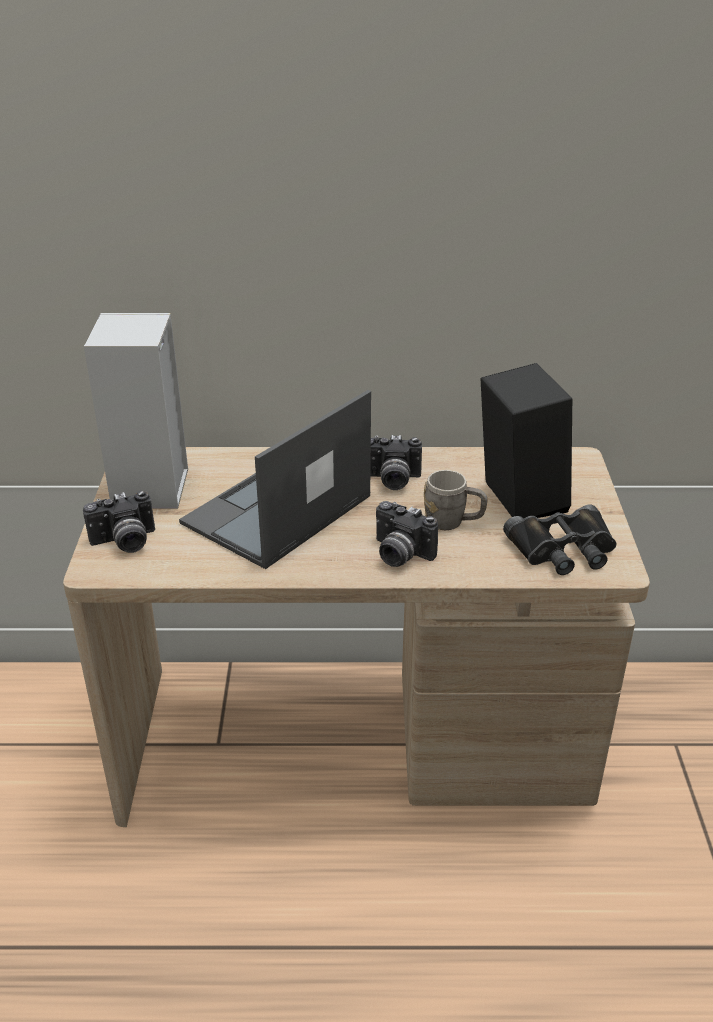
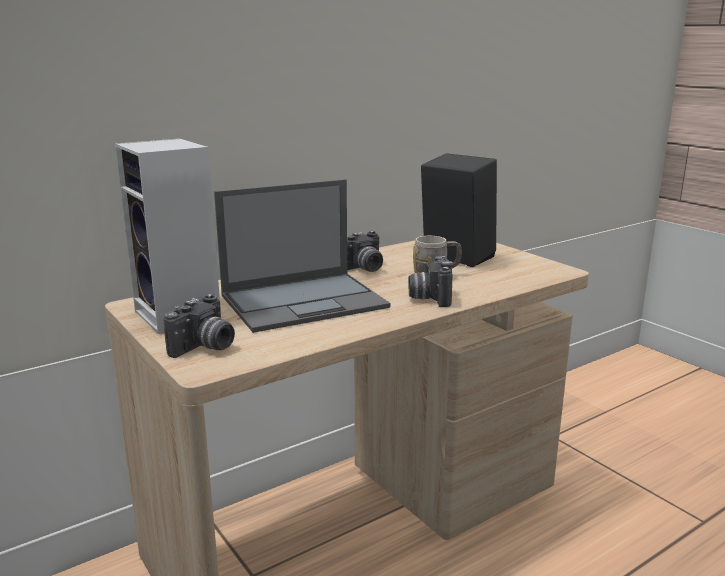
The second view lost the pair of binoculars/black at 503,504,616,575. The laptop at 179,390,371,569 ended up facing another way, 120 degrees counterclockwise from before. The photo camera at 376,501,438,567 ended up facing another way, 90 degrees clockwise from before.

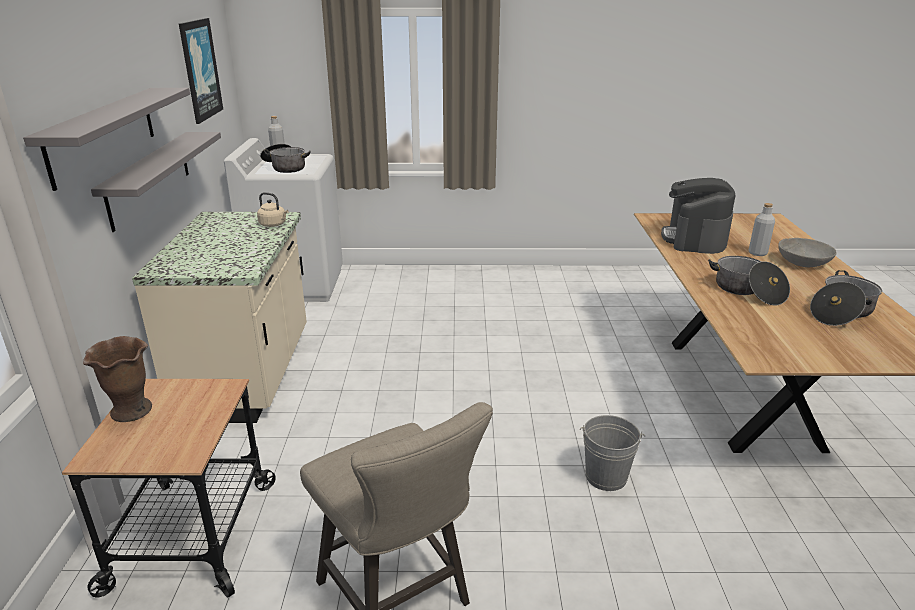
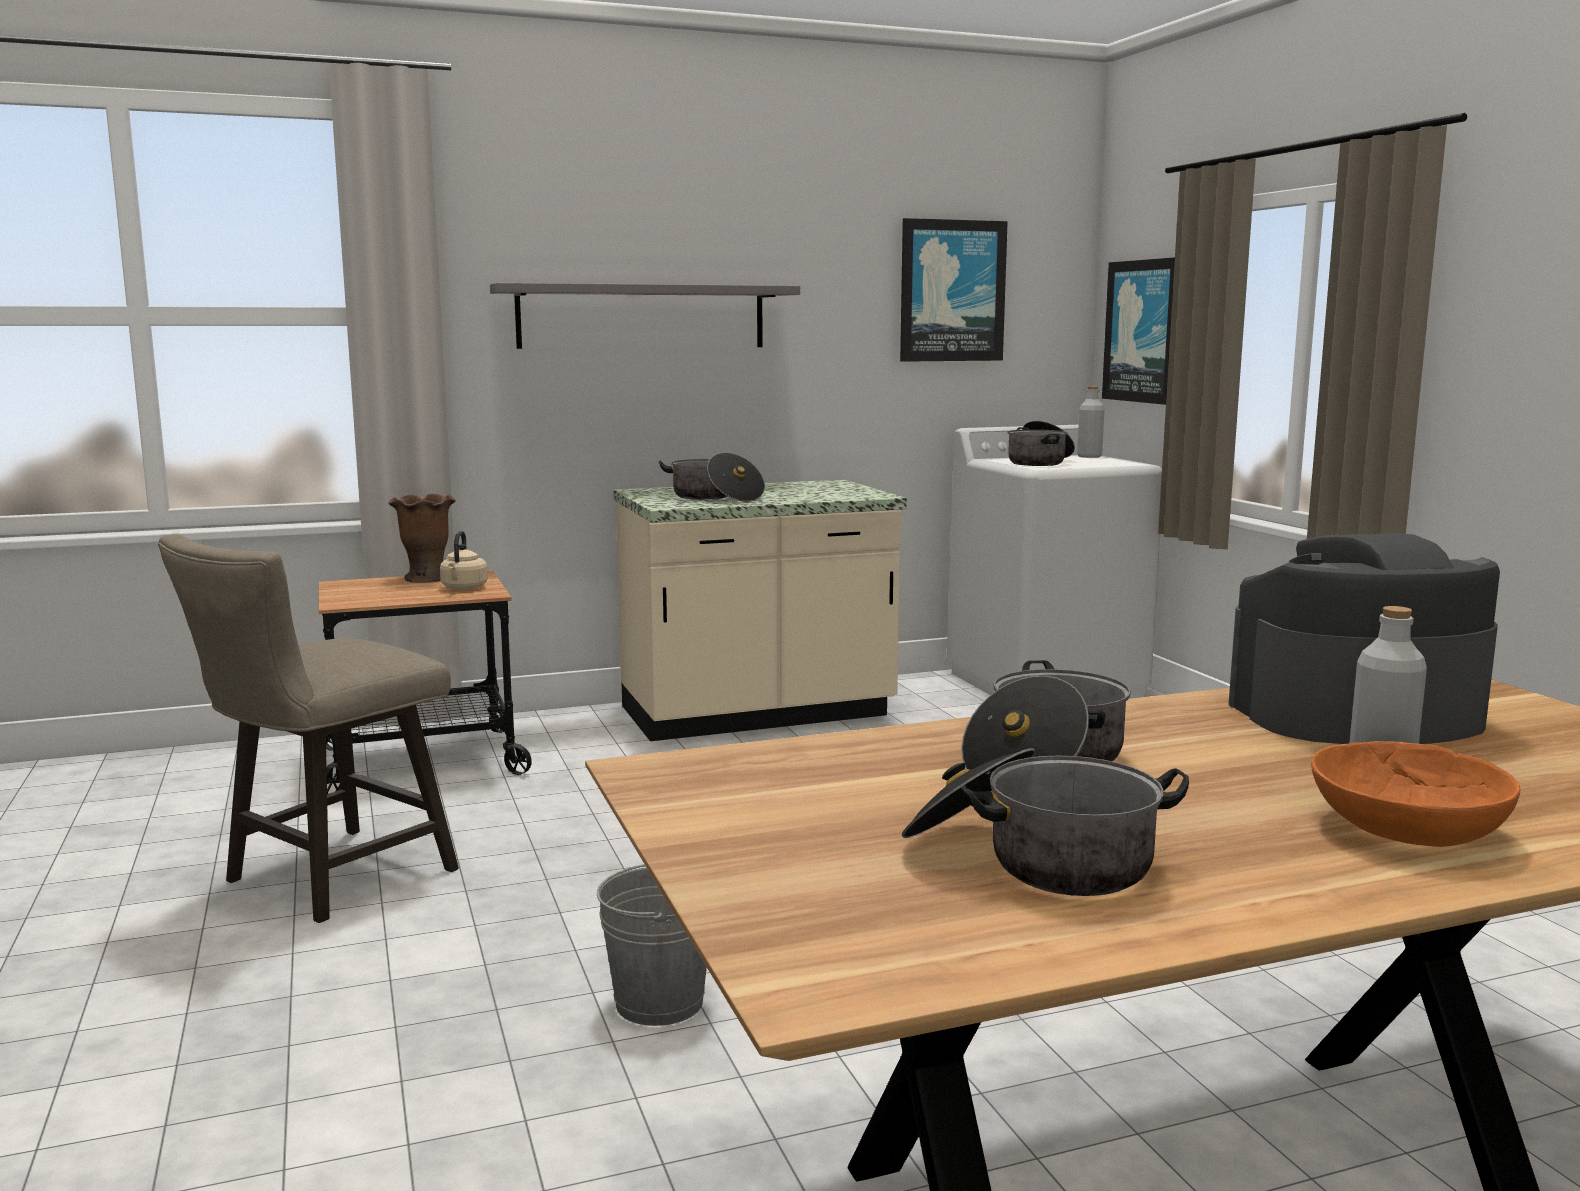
The second view lost the bracket shelf/gray at 91,132,221,232. The second view gained the stockpot at 659,453,765,502. The second view gained the wall picture at 1102,257,1175,405. The water kettle/beige-coloured ended up elsewhere, having gone from 257,192,288,227 to 440,531,488,590. What was the deep dish/gray at 778,238,837,267 turned into the deep dish/orange at 1311,741,1520,847.

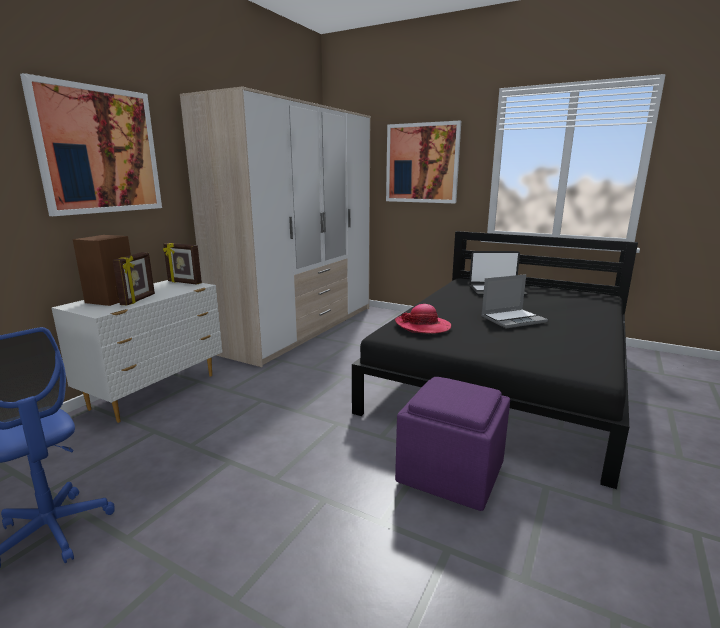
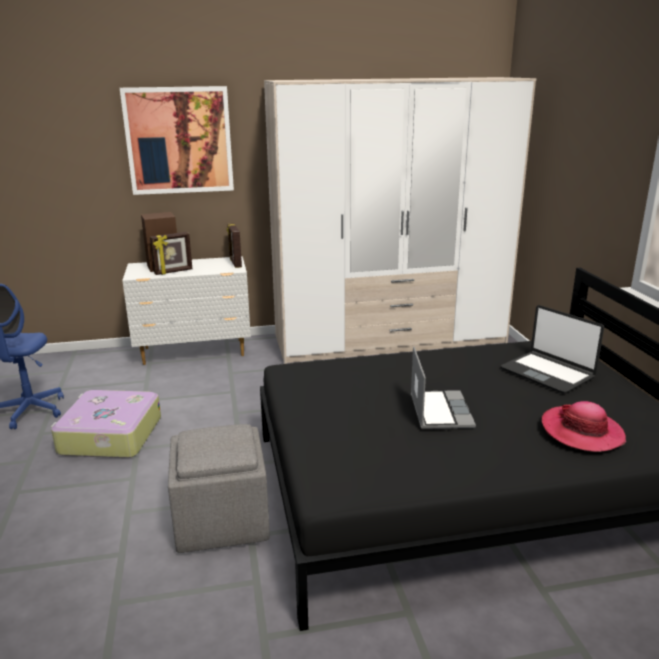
The second view lost the wall picture at 386,121,461,203. The second view gained the travel case at 51,390,161,458. The clothing hat ended up elsewhere, having gone from 395,304,451,334 to 542,401,626,452. What was the footrest/purple-coloured at 395,377,510,511 turned into the footrest/gray at 168,424,270,553. The laptop at 481,274,548,328 ended up facing another way, 120 degrees counterclockwise from before.

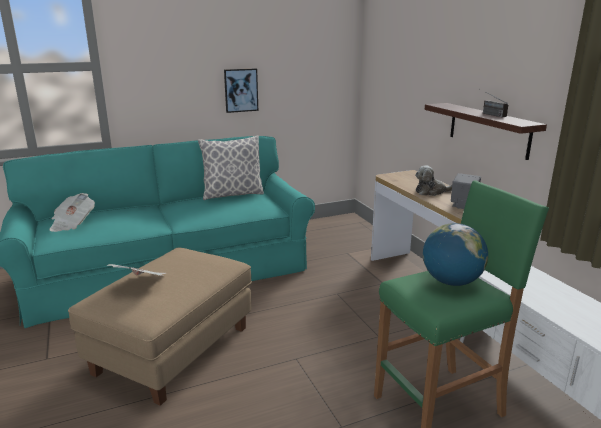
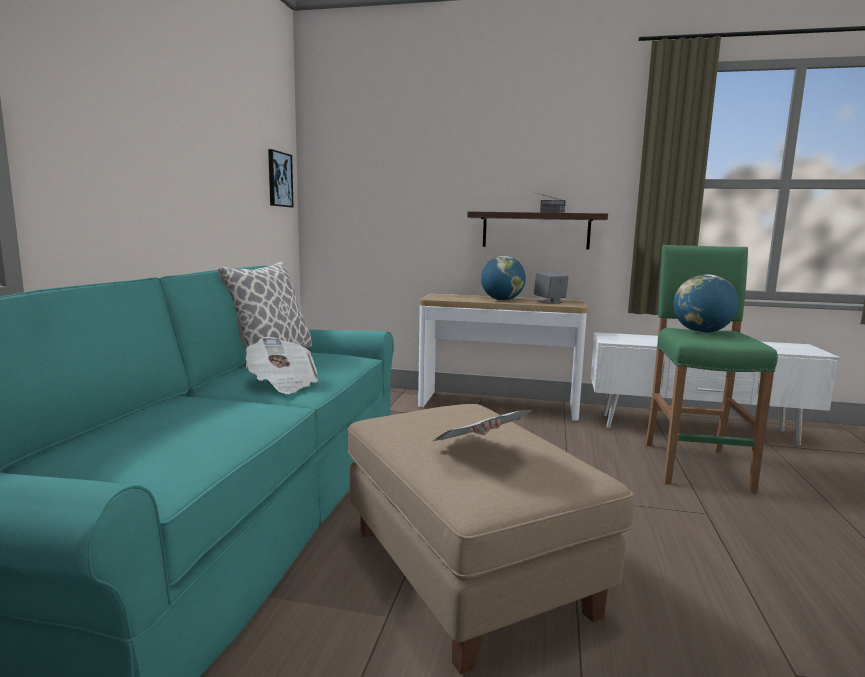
The daily paper ended up elsewhere, having gone from 49,193,95,232 to 246,337,319,394. The wall picture ended up elsewhere, having gone from 224,68,258,113 to 268,149,294,207. Where the plush toy stood at 415,165,452,196, the world globe came to stand at 481,256,526,301.

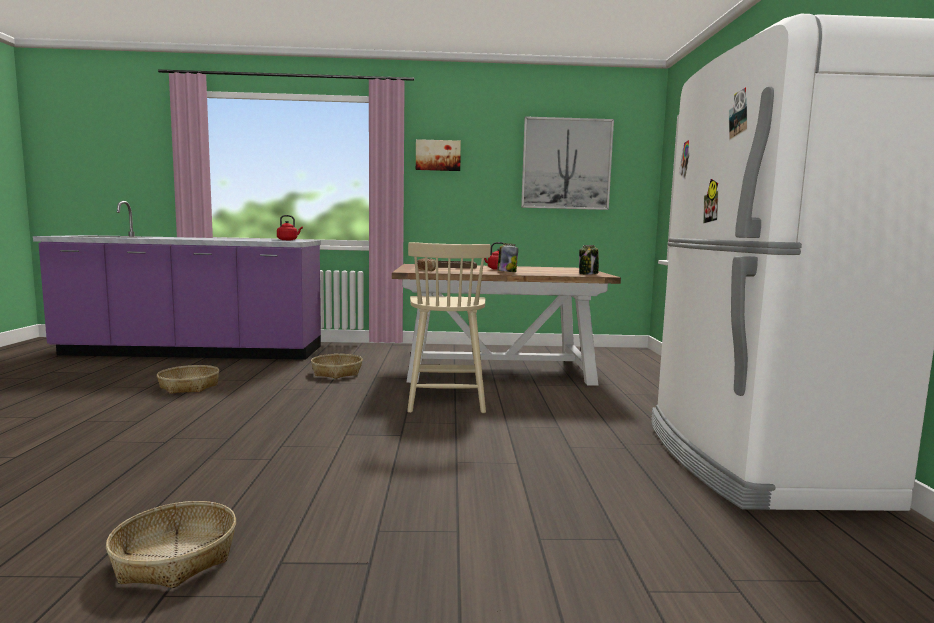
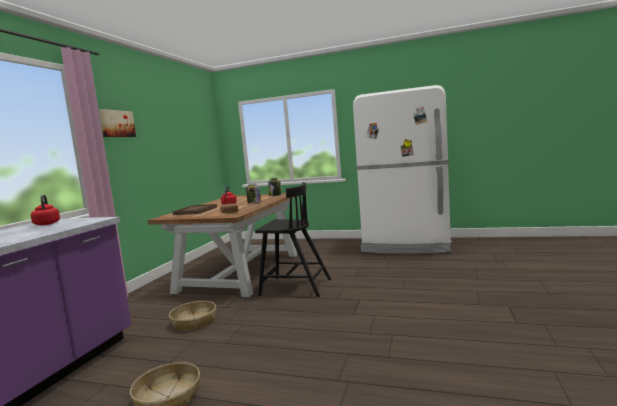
The second view lost the storage basket at 106,501,236,588. The second view lost the wall picture at 521,116,614,210. What was the upright chair/beige-coloured at 407,242,490,413 turned into the upright chair/black at 255,182,331,297.

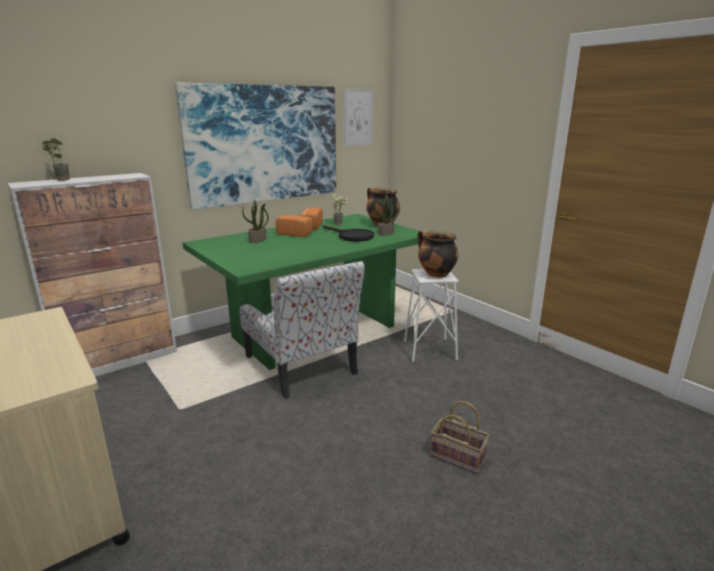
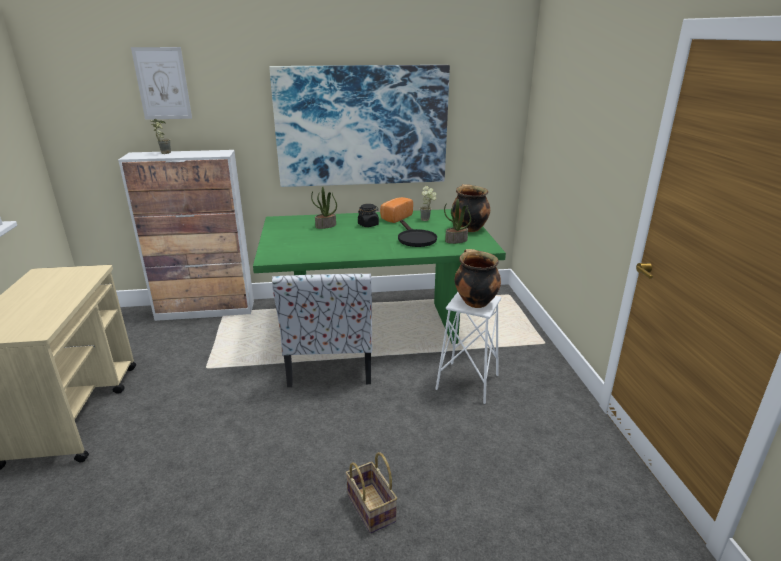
The wall picture ended up elsewhere, having gone from 344,88,374,146 to 131,47,192,120. Where the baked bread stood at 276,215,313,237, the preserve jar/black came to stand at 358,204,379,227.

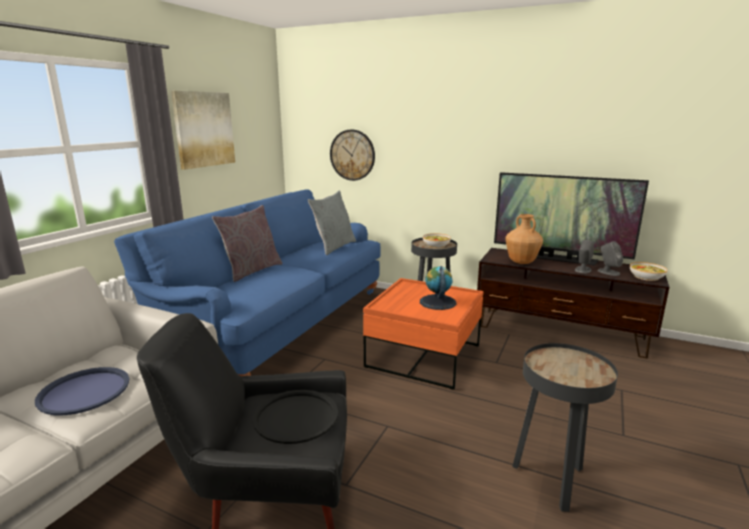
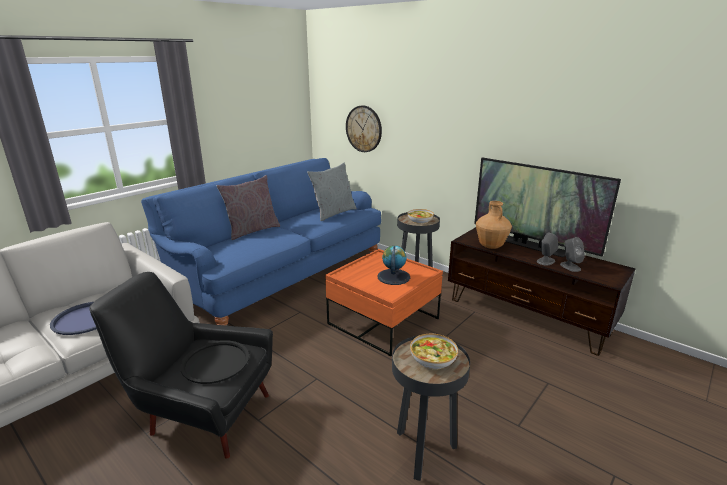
The second view lost the wall picture at 171,91,235,170. The deep dish ended up elsewhere, having gone from 630,262,667,281 to 410,334,458,370.

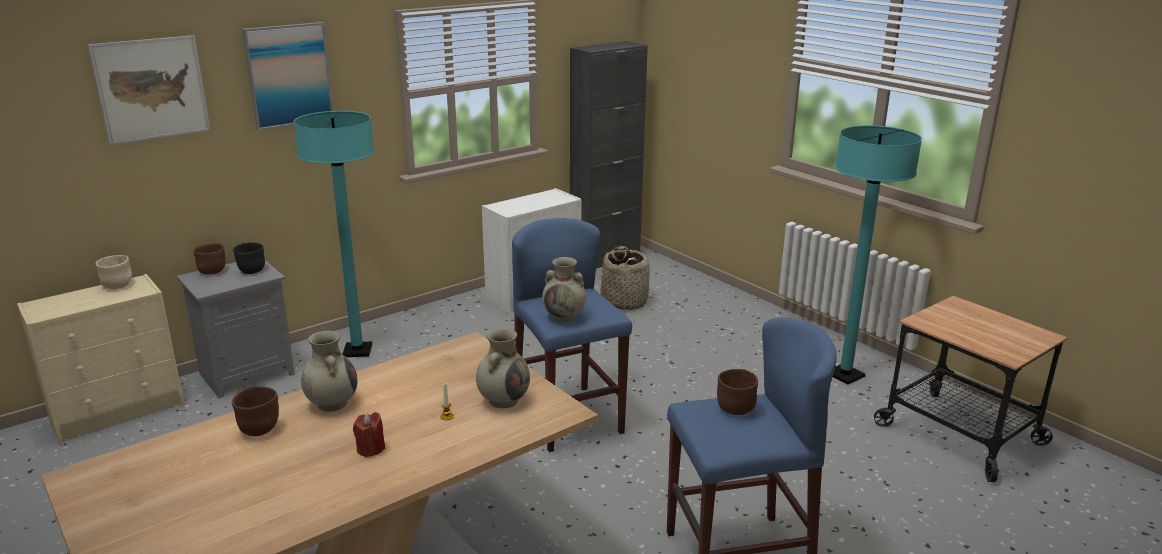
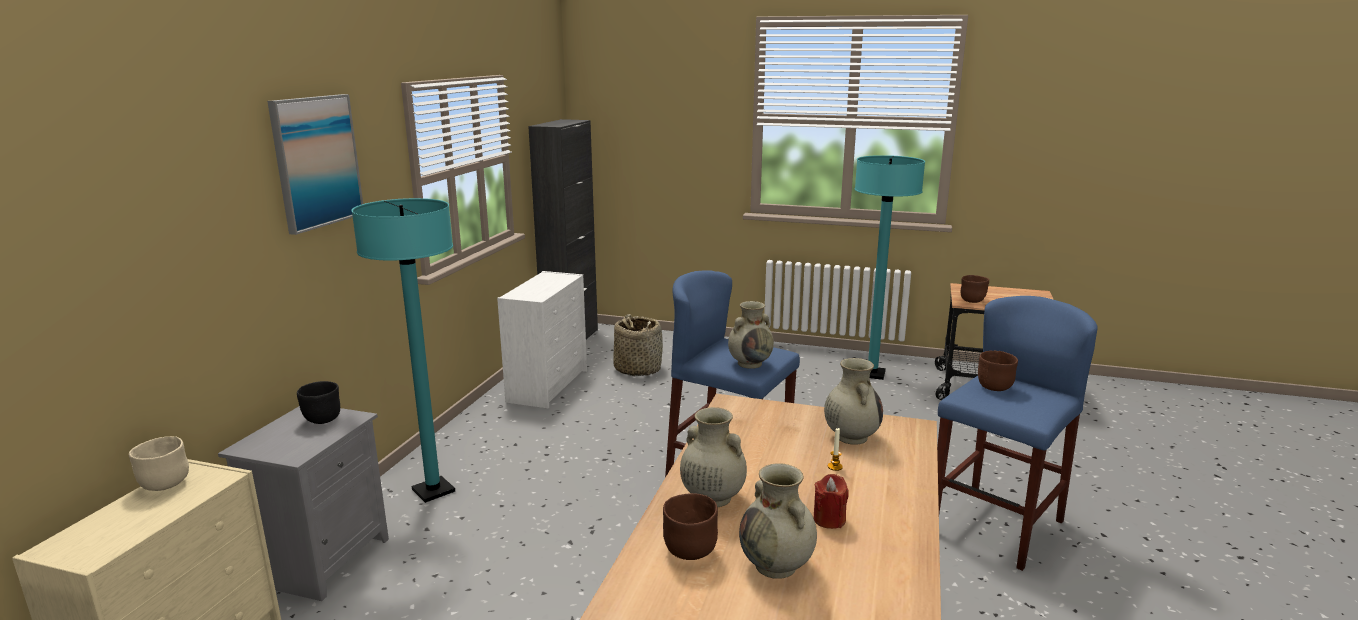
The second view lost the wall picture at 88,35,211,145. The second view gained the flower vase/beige-coloured at 739,463,817,579. The deep dish/brown-coloured ended up elsewhere, having gone from 193,243,226,274 to 961,275,989,303.

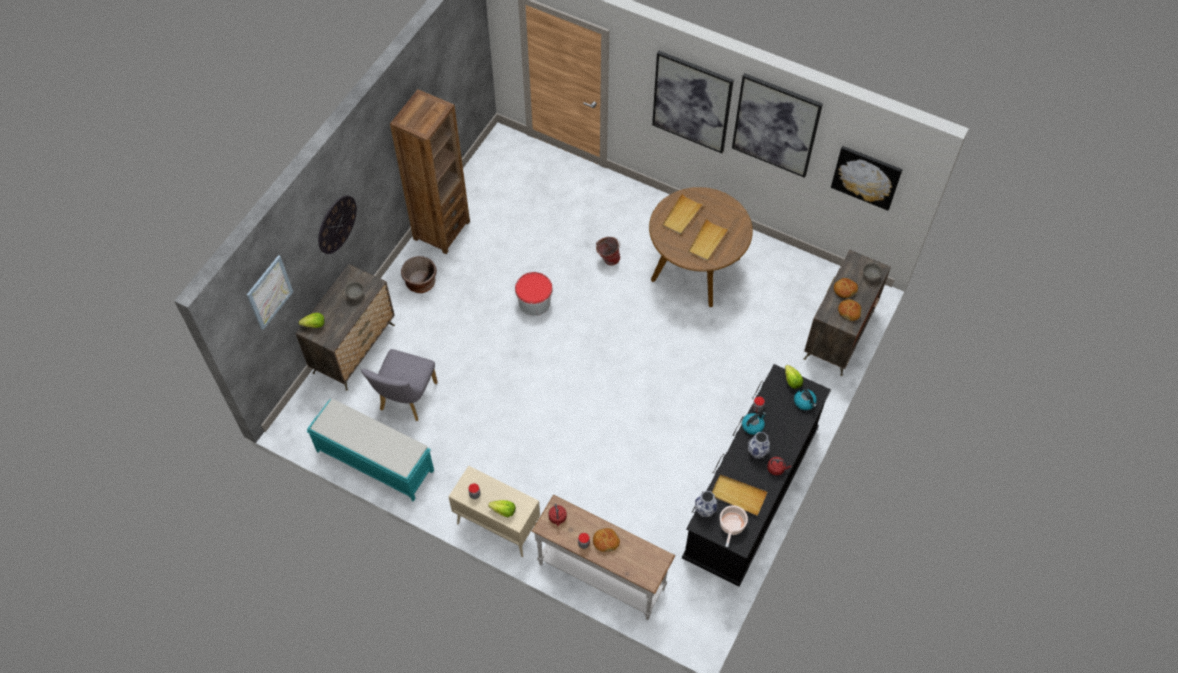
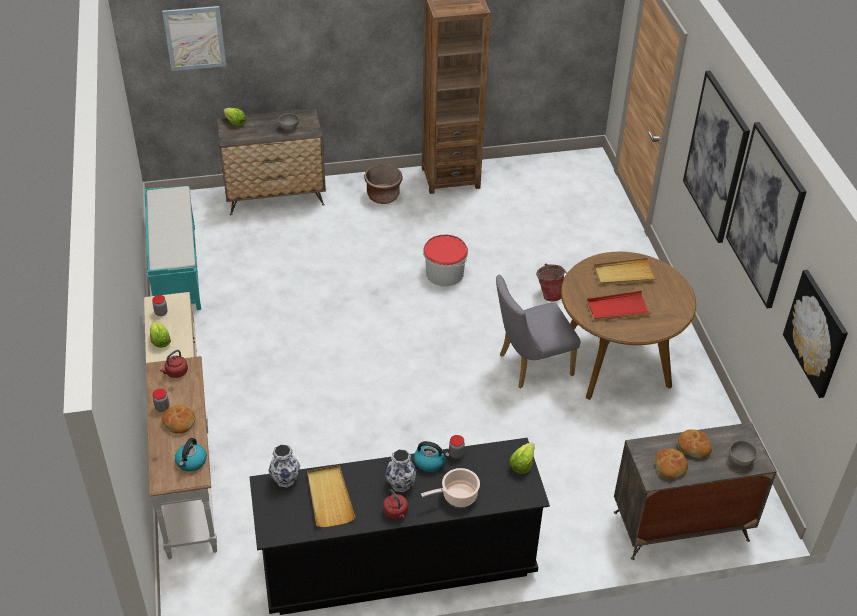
The second view lost the wall clock at 318,195,357,254. The upright chair/gray ended up elsewhere, having gone from 361,349,438,421 to 496,275,580,389. The stockpot ended up elsewhere, having gone from 720,505,748,547 to 421,468,480,507. The water kettle ended up elsewhere, having gone from 794,387,817,410 to 175,438,207,472. What was the serving tray/beige-coloured at 688,219,729,261 turned into the serving tray/reddish at 587,290,652,321.

